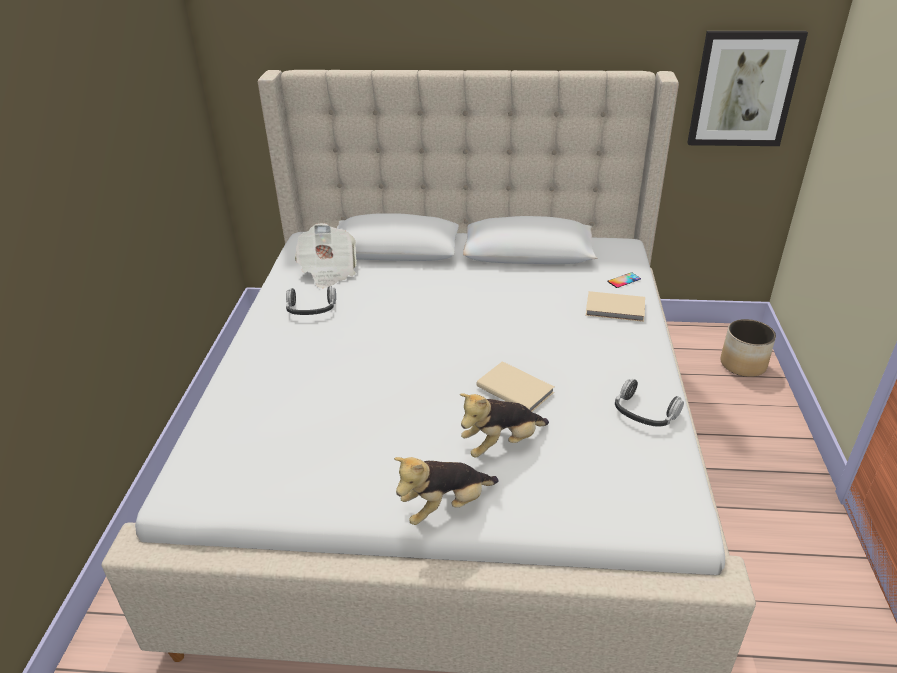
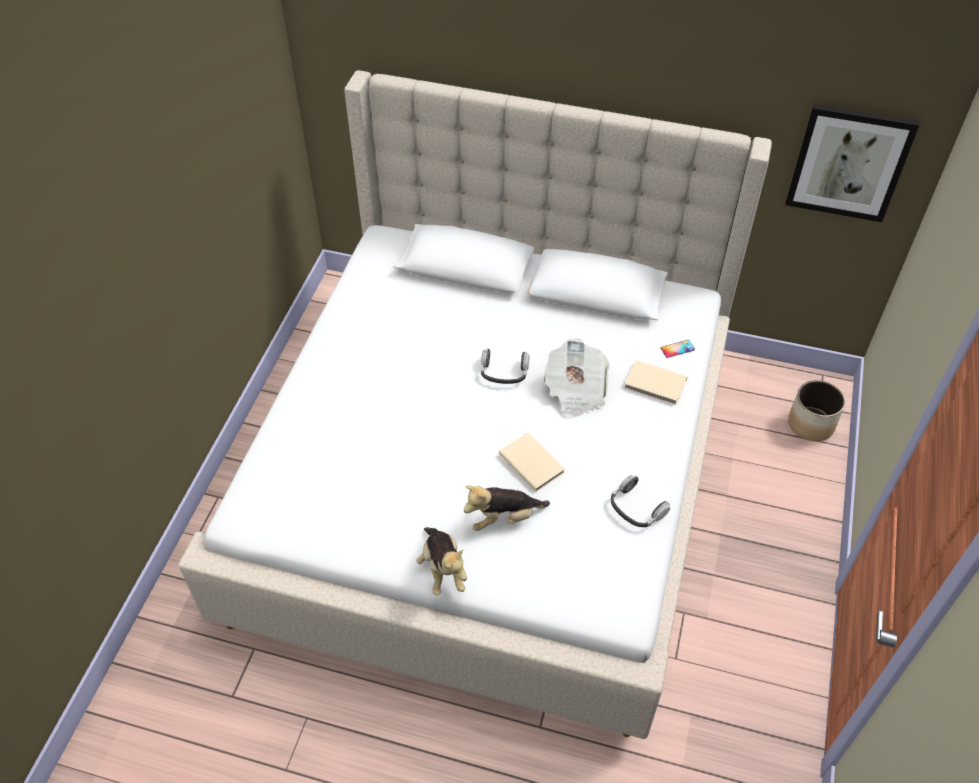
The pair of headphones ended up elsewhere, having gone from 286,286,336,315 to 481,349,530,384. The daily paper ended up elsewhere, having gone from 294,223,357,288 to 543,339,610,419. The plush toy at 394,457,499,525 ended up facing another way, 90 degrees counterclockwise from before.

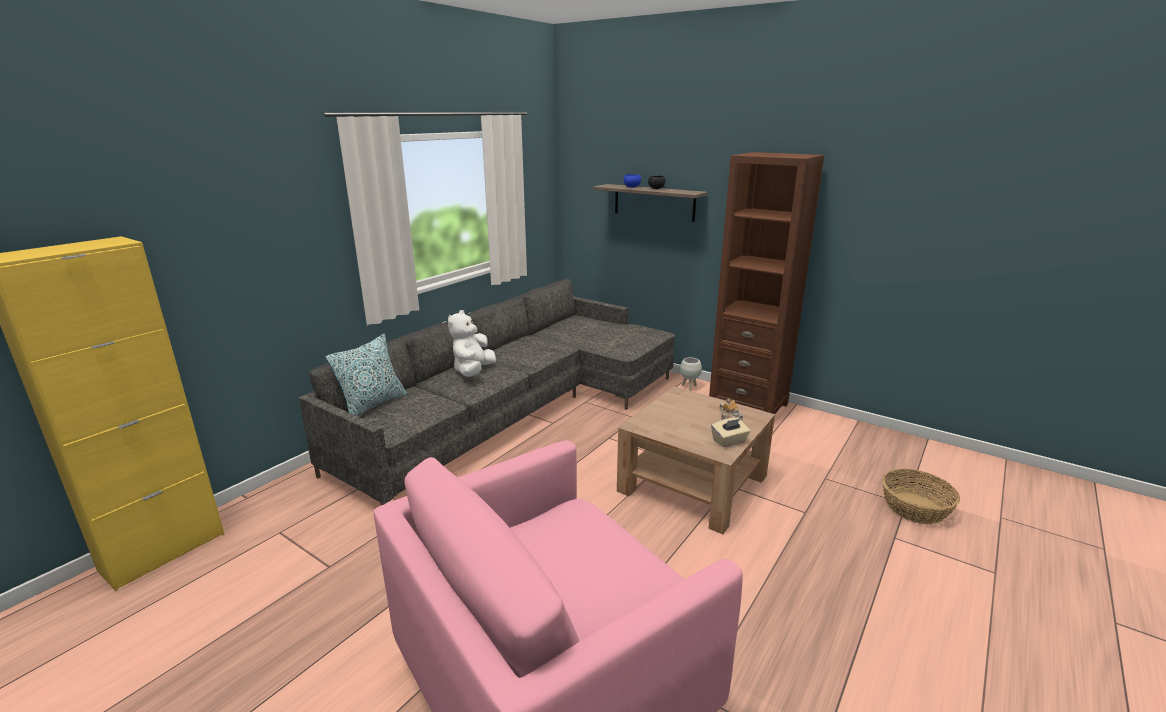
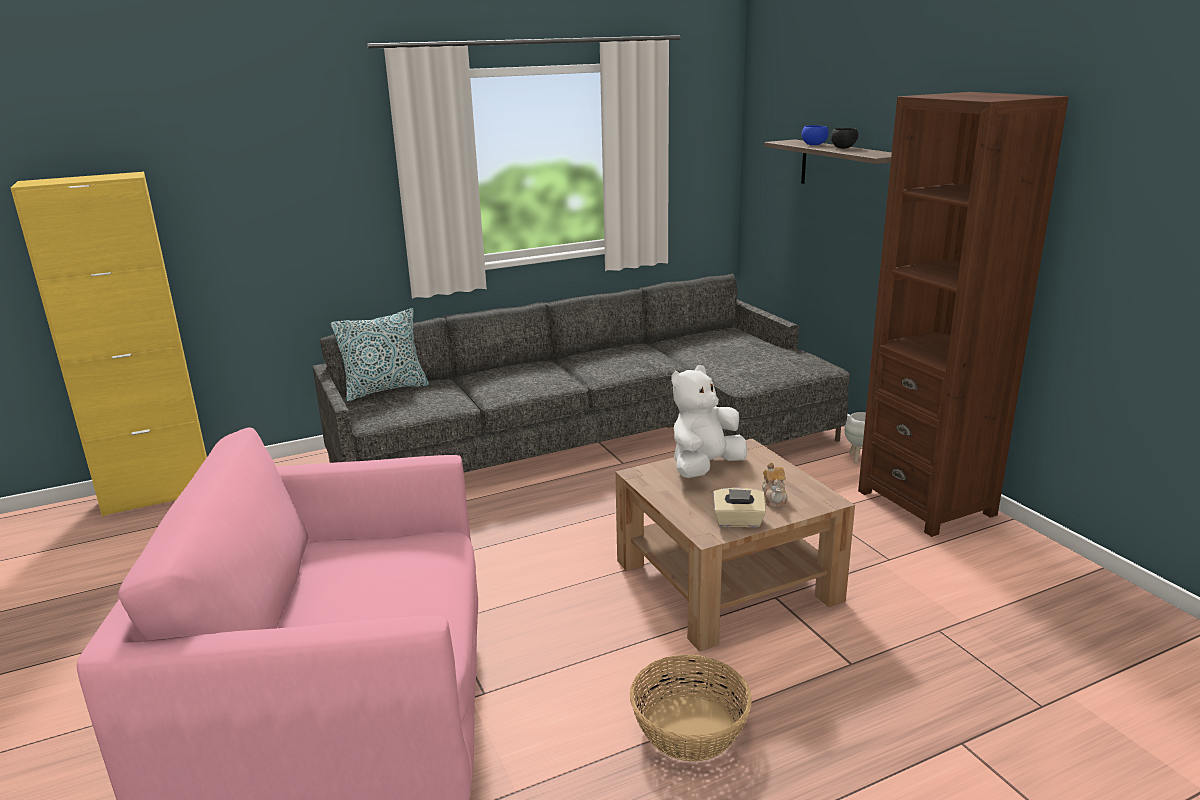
The plush toy/white-coloured ended up elsewhere, having gone from 448,310,496,377 to 671,365,747,478. The storage basket ended up elsewhere, having gone from 882,469,960,524 to 630,655,752,762.

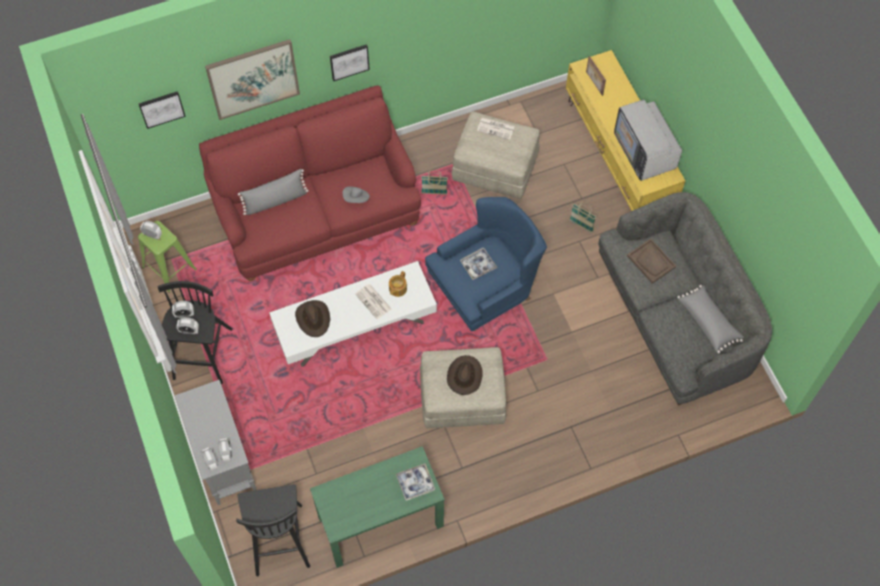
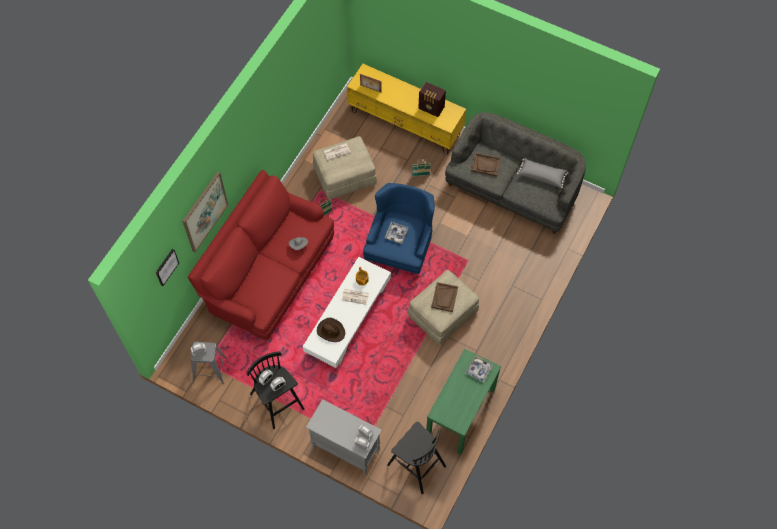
The second view lost the cushion/gray at 238,169,309,215. The second view lost the wall picture at 330,44,370,81. Where the clothing hat/brown-coloured stood at 447,355,483,395, the serving tray/brown-coloured came to stand at 431,282,458,312. Where the TV set stood at 614,100,682,181, the radio receiver came to stand at 418,82,446,117. What was the stool seat/greenish at 138,221,197,293 turned into the stool seat/gray at 191,342,227,383.

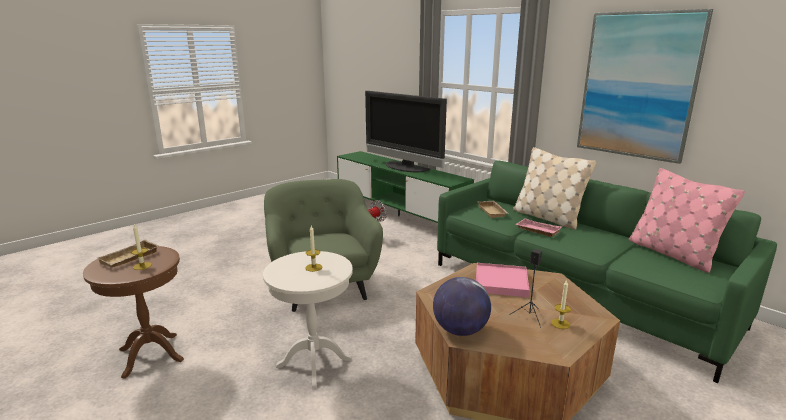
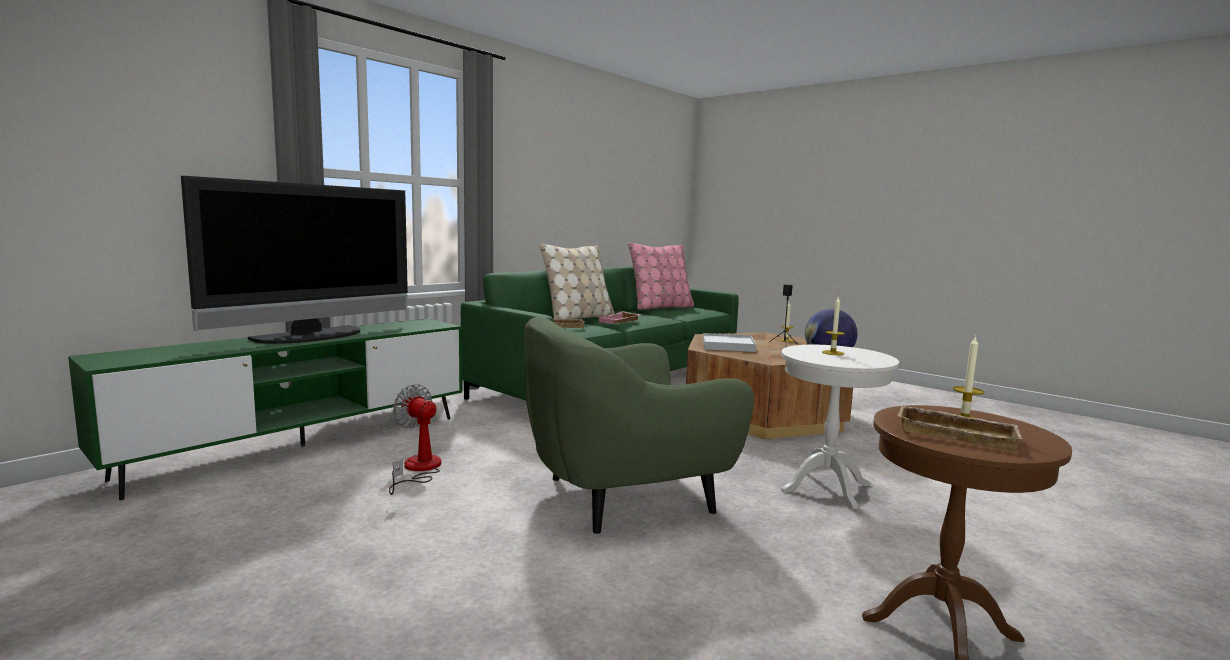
The second view lost the wall picture at 577,9,713,164. What was the serving tray/pinkish at 476,263,529,297 turned into the serving tray/white-coloured at 703,333,756,352.

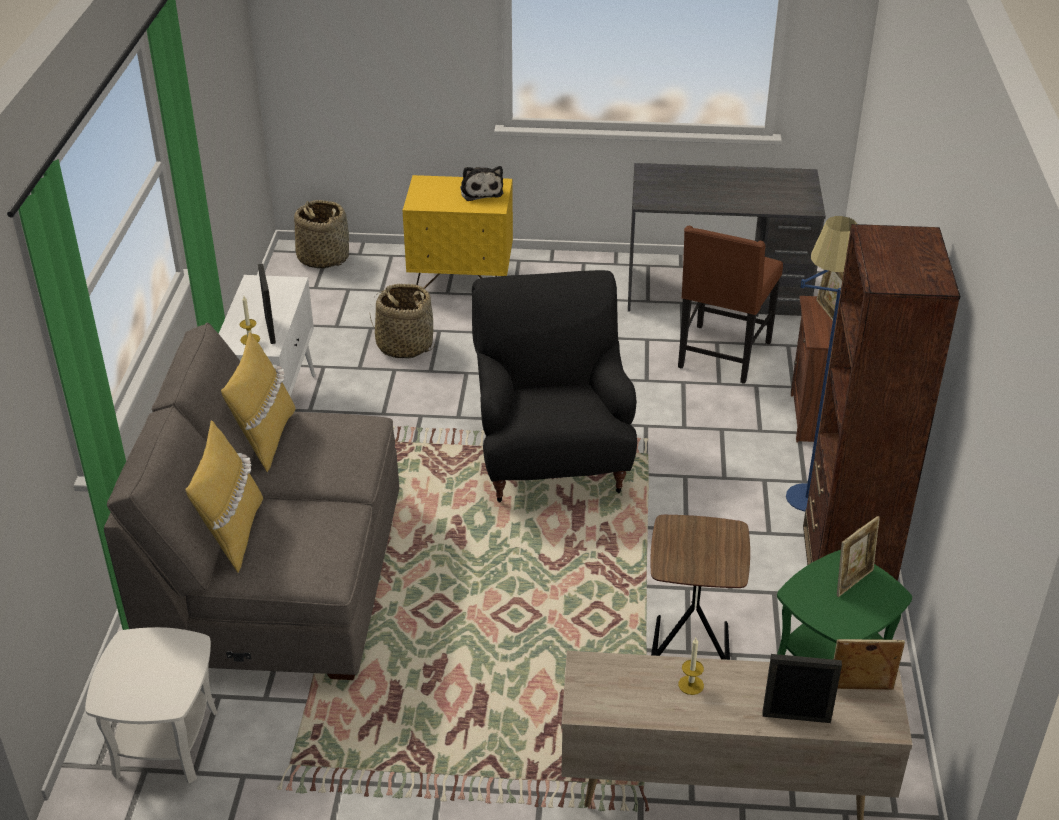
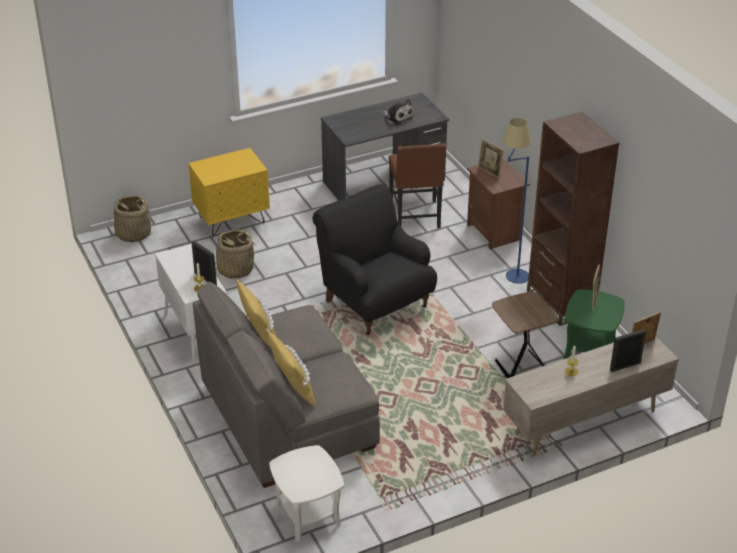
The plush toy ended up elsewhere, having gone from 460,166,503,201 to 382,99,413,125.

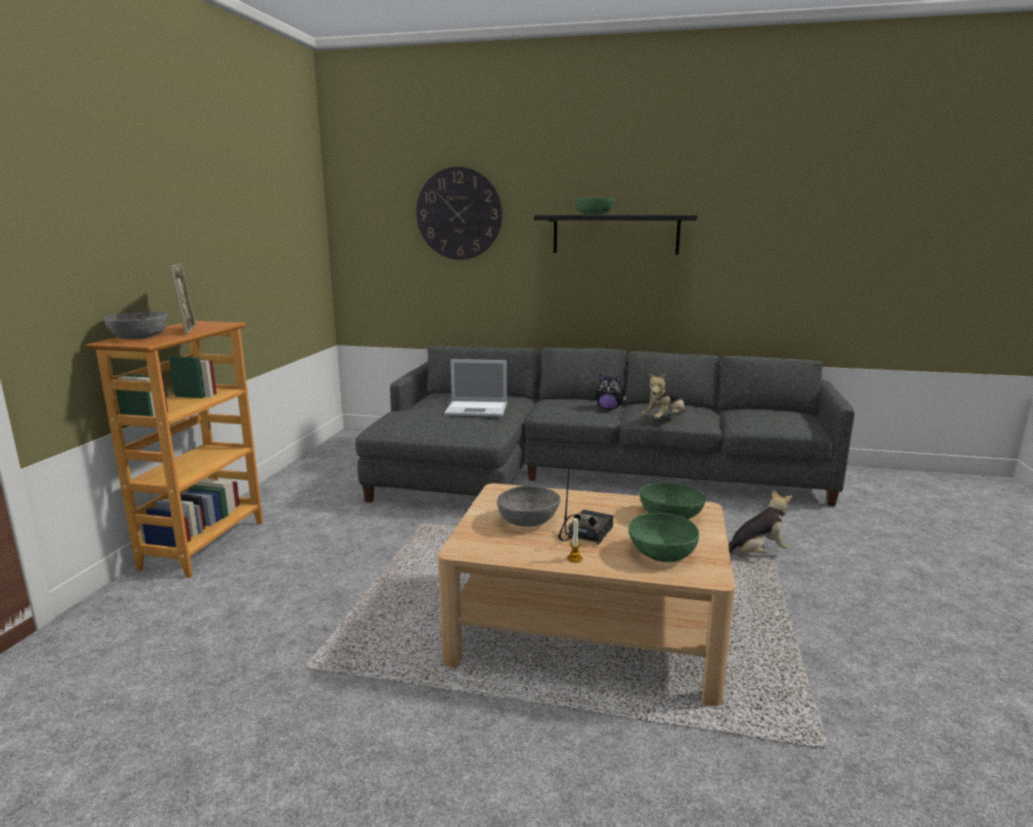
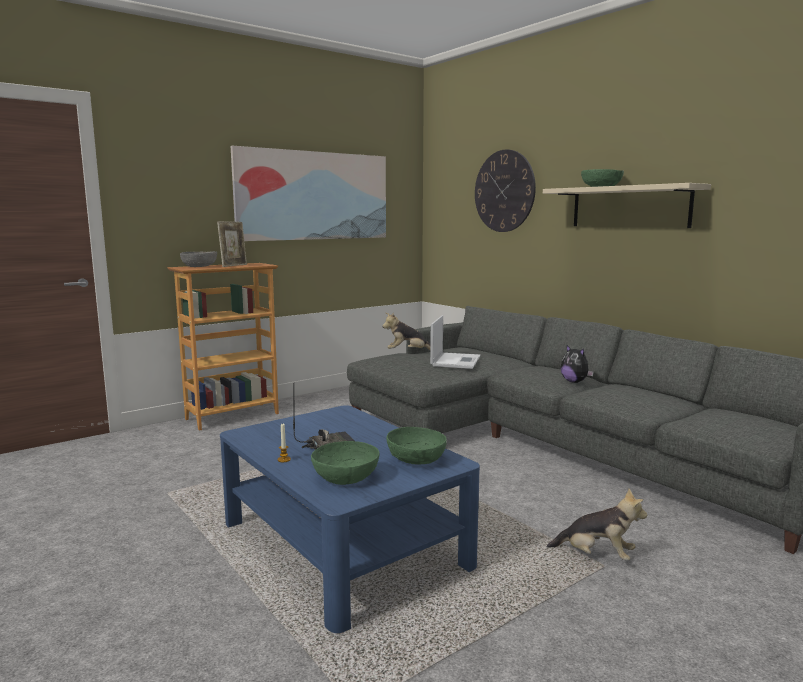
The second view lost the deep dish/gray at 497,486,561,527. The second view gained the wall picture at 231,146,386,241. The plush toy ended up elsewhere, having gone from 642,373,686,419 to 382,313,430,350. What was the low table/beige-coloured at 438,483,735,706 turned into the low table/blue at 220,405,480,633. What was the bracket shelf/black at 534,215,697,255 turned into the bracket shelf/beige-coloured at 543,183,711,228. The laptop at 444,359,507,417 ended up facing another way, 120 degrees counterclockwise from before.

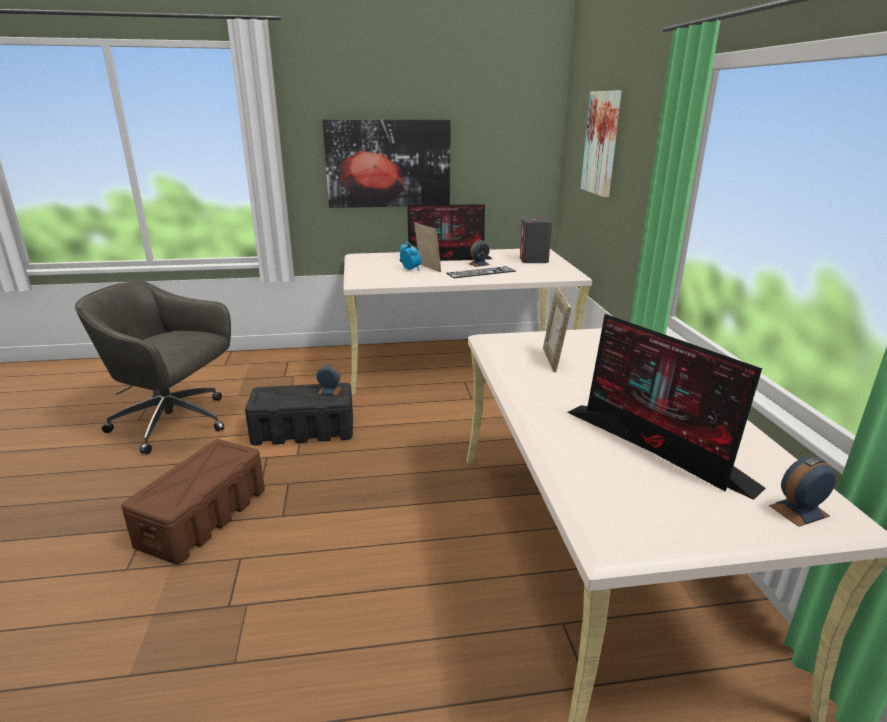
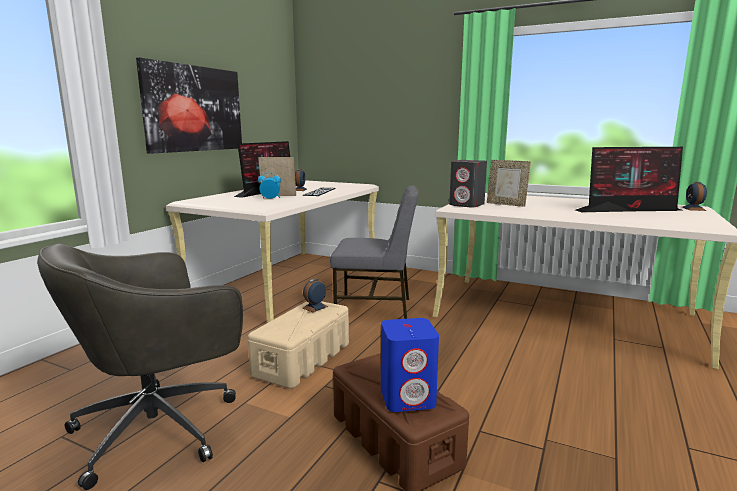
The second view lost the wall picture at 581,91,622,197. The second view gained the upright chair/gray at 330,185,419,319. The second view gained the audio speaker/blue at 381,318,439,412. The audio speaker/gray ended up elsewhere, having gone from 520,218,552,263 to 449,160,487,208. What was the storage bin/black at 245,383,353,446 turned into the storage bin/beige-coloured at 248,301,349,389.

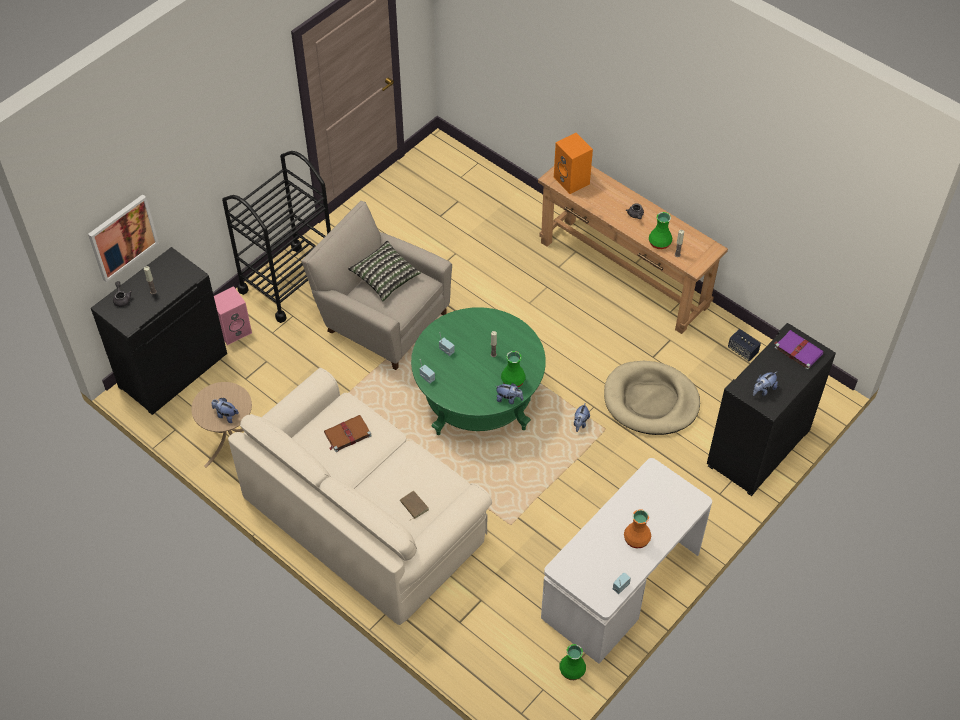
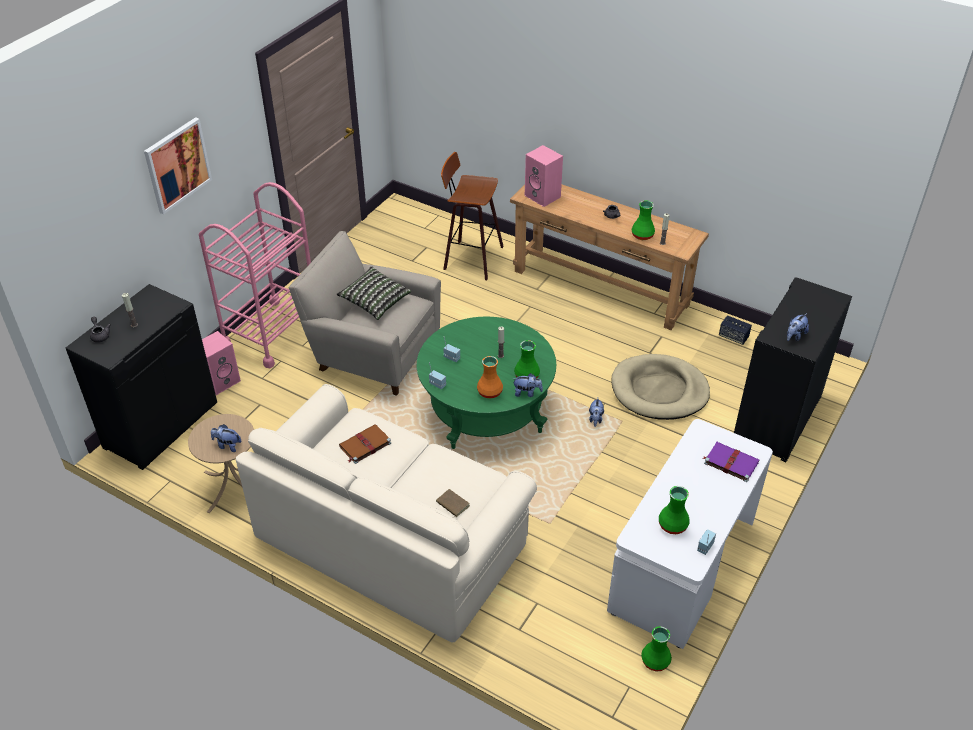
The second view gained the stool seat at 441,152,504,281. The second view gained the flower vase/greenish at 659,486,690,534. The wall picture ended up elsewhere, having gone from 88,194,159,282 to 144,117,212,215. The flower vase/orange ended up elsewhere, having gone from 624,509,651,549 to 477,356,503,398. The bound book/purple-coloured ended up elsewhere, having gone from 775,330,824,370 to 703,442,760,482. What was the cart/black at 222,151,331,323 turned into the cart/pinkish at 199,182,311,368. What was the audio speaker/orange at 554,133,593,194 turned into the audio speaker/pinkish at 525,145,563,207.

